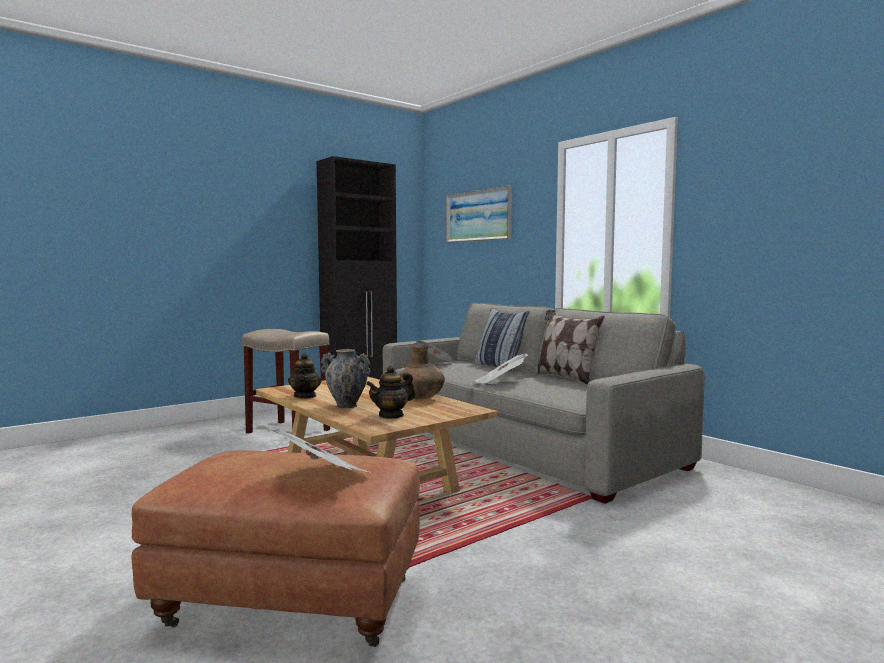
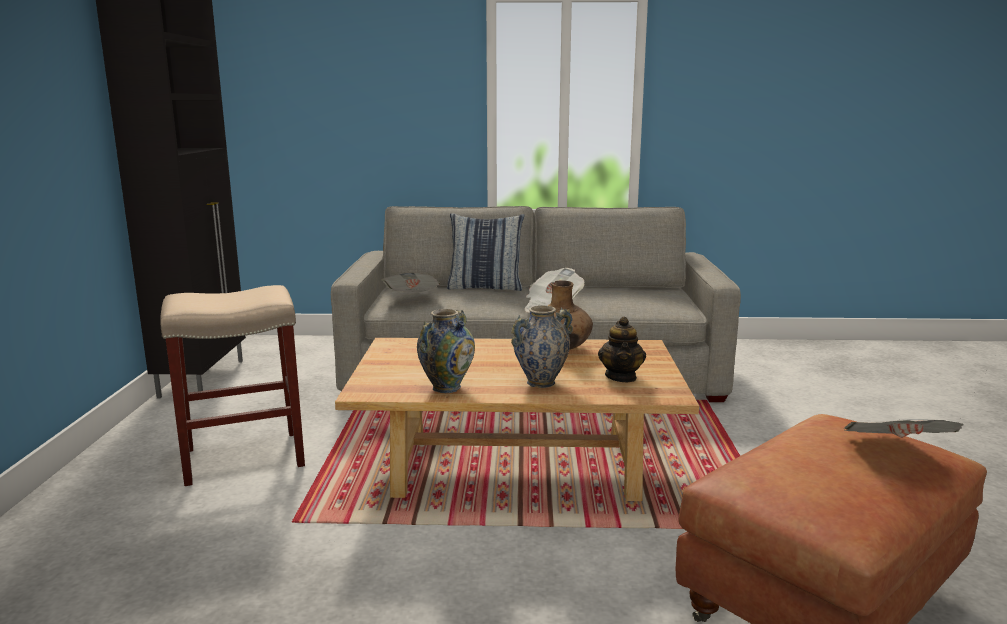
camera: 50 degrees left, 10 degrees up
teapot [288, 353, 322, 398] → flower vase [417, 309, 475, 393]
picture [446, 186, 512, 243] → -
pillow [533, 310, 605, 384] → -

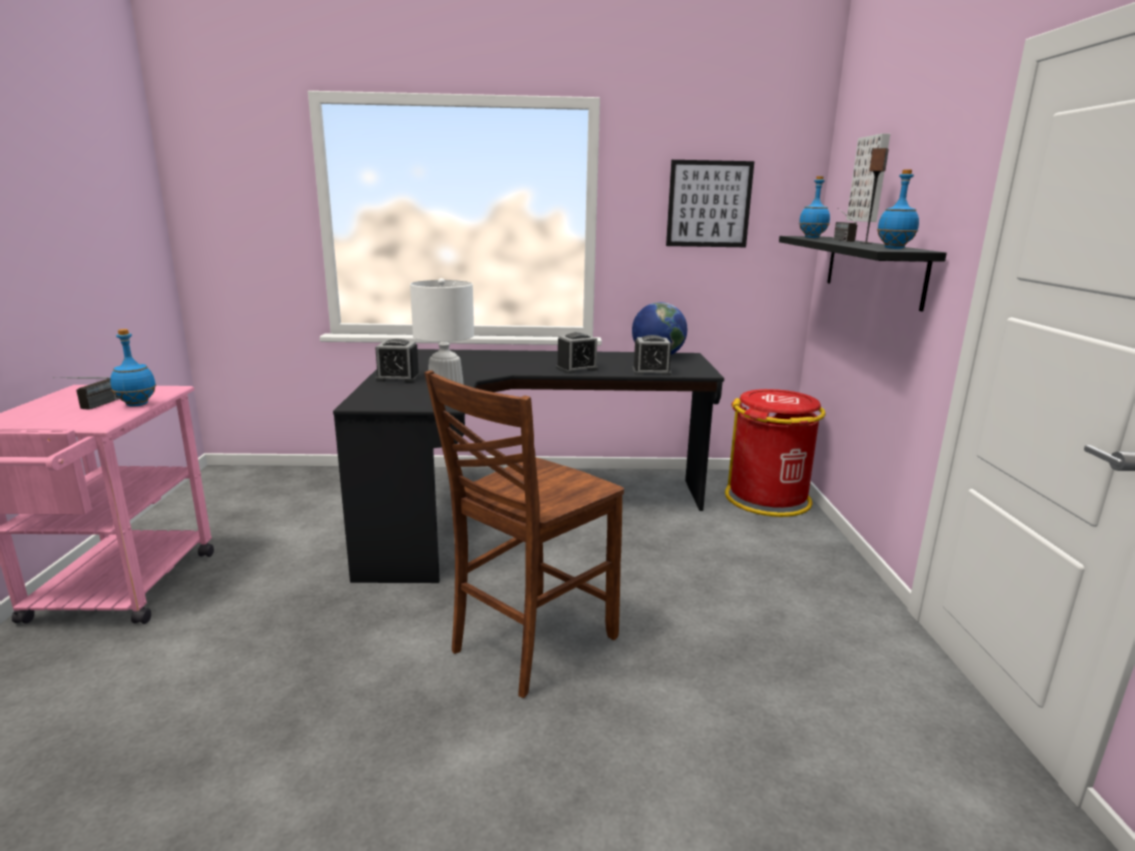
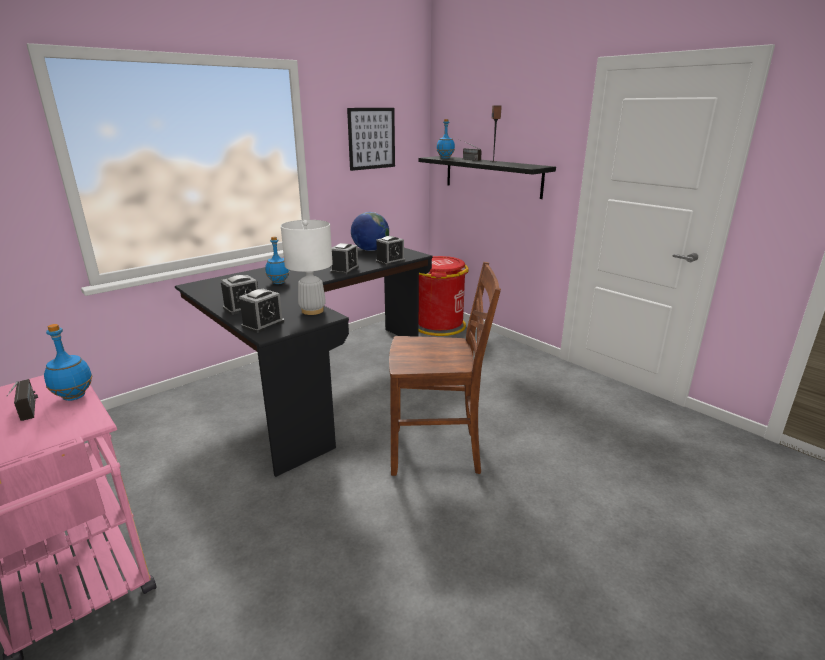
camera: 40 degrees left, 5 degrees up
- → table clock [239, 289, 284, 333]
beverage bottle (bluish) [877, 169, 919, 249] → beverage bottle (bluish) [265, 236, 290, 284], moved
plain chair (brownish) [424, 370, 624, 698] → plain chair (brownish) [389, 262, 501, 476], 90 degrees counterclockwise
picture [846, 133, 890, 222] → -

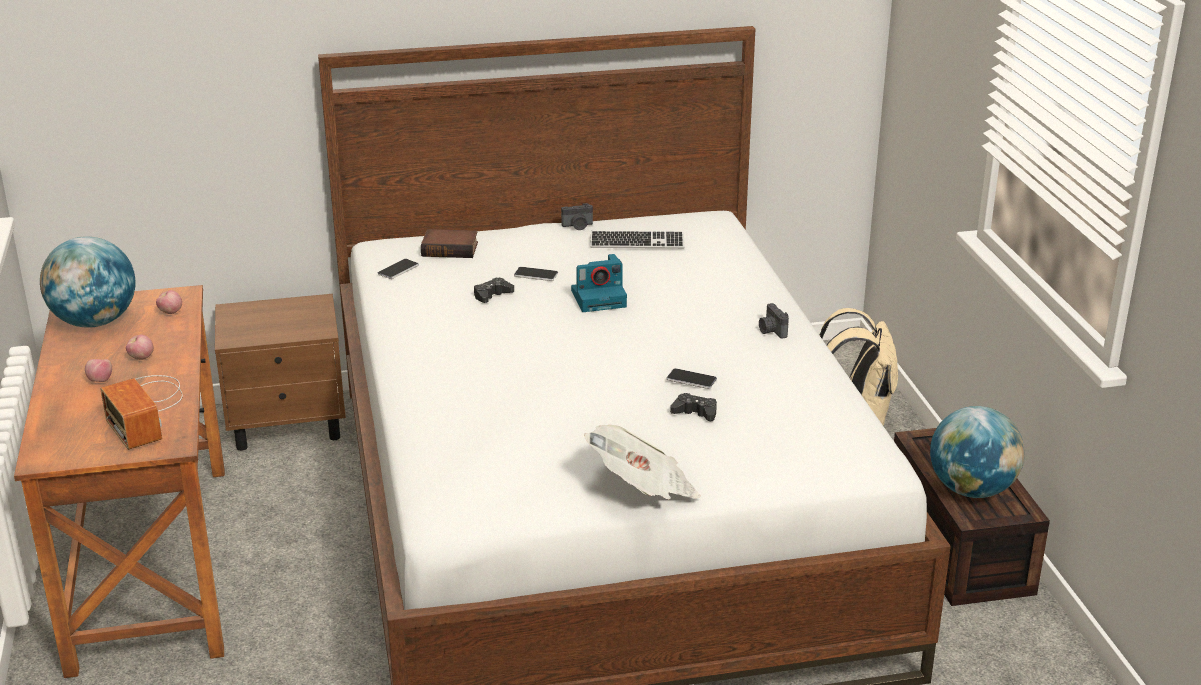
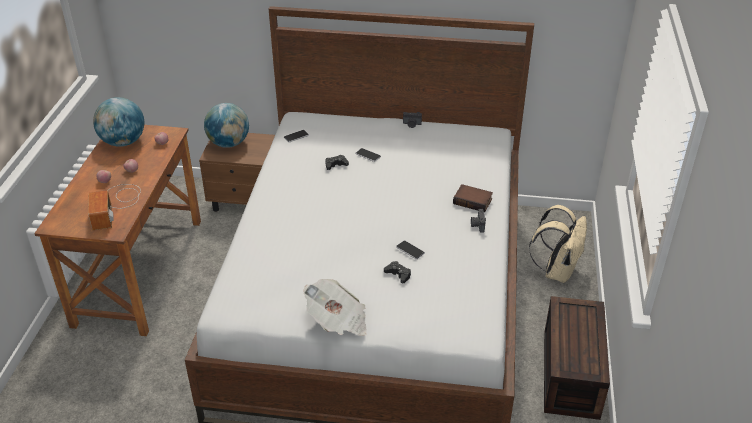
camera: 20 degrees right, 10 degrees up
globe [930, 406, 1025, 498] → globe [204, 103, 249, 148], moved
volume [421, 229, 478, 258] → volume [453, 184, 493, 212], moved
still camera [571, 254, 627, 312] → -
PC keyboard [590, 231, 684, 249] → -

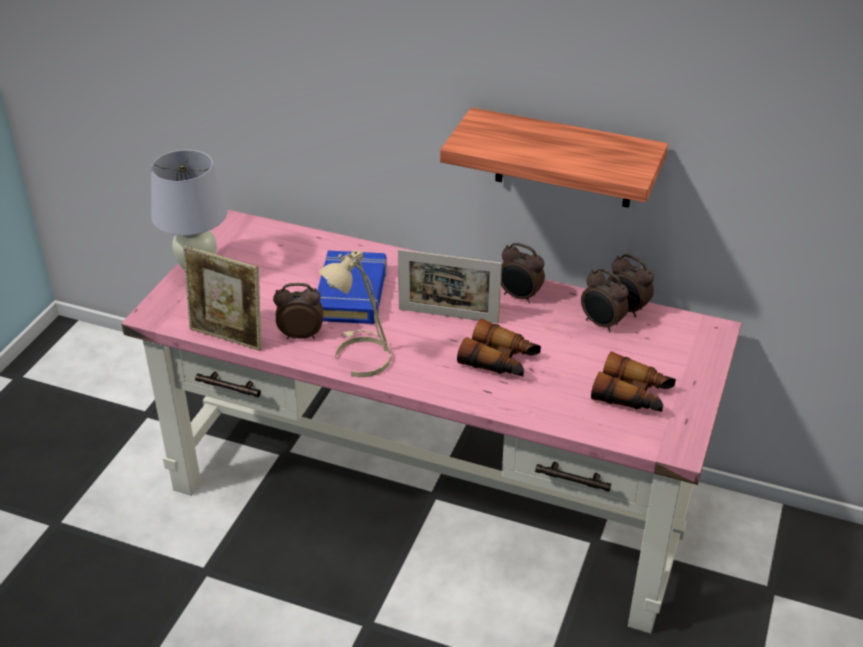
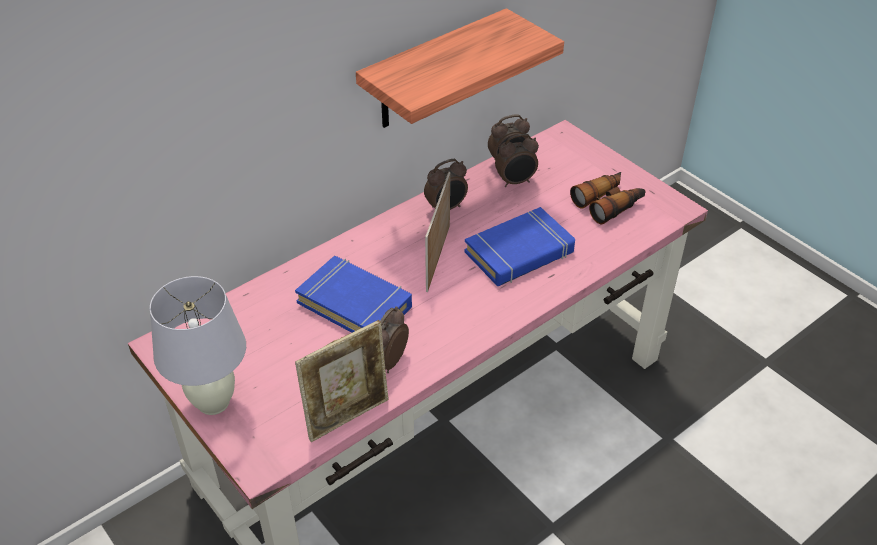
camera: 60 degrees left, 5 degrees up
picture frame [398, 249, 502, 323] → picture frame [425, 172, 450, 292], 150 degrees clockwise
binoculars [457, 319, 541, 376] → volume (bluish) [465, 207, 575, 286]
tabletop lamp (beige) [319, 250, 391, 377] → -

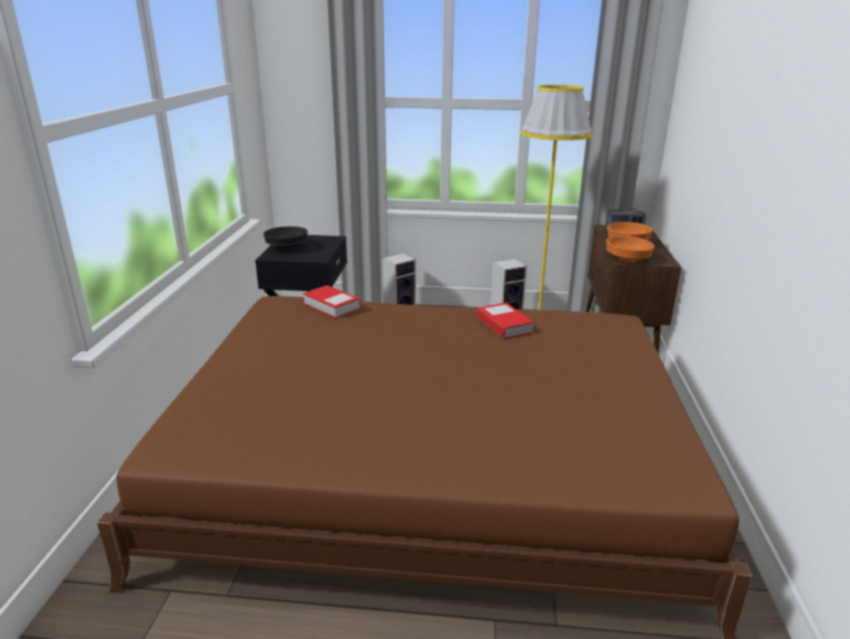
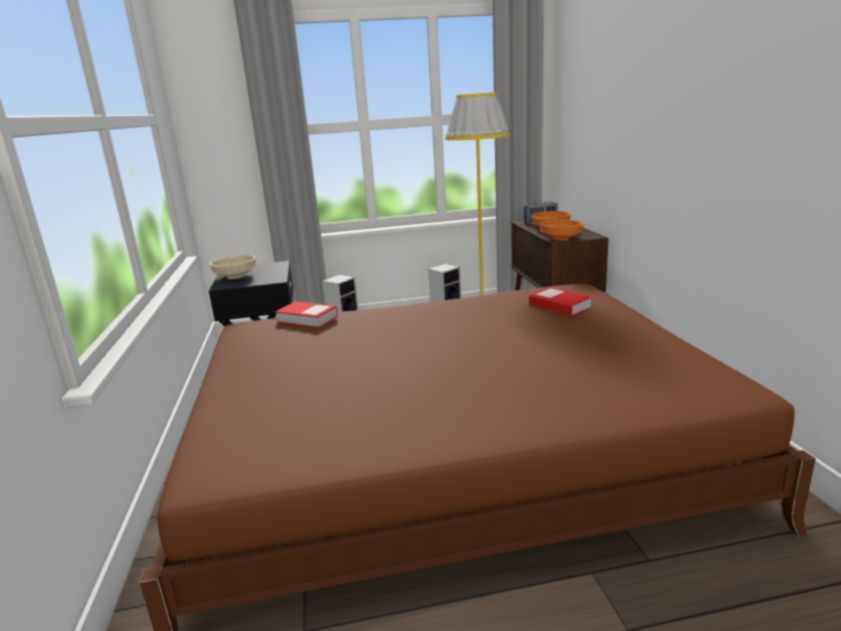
camera: 15 degrees left, 5 degrees down
bowl (blackish) [263, 226, 308, 250] → bowl (beige) [209, 255, 256, 279]
volume [477, 302, 534, 339] → volume [529, 287, 592, 316], moved

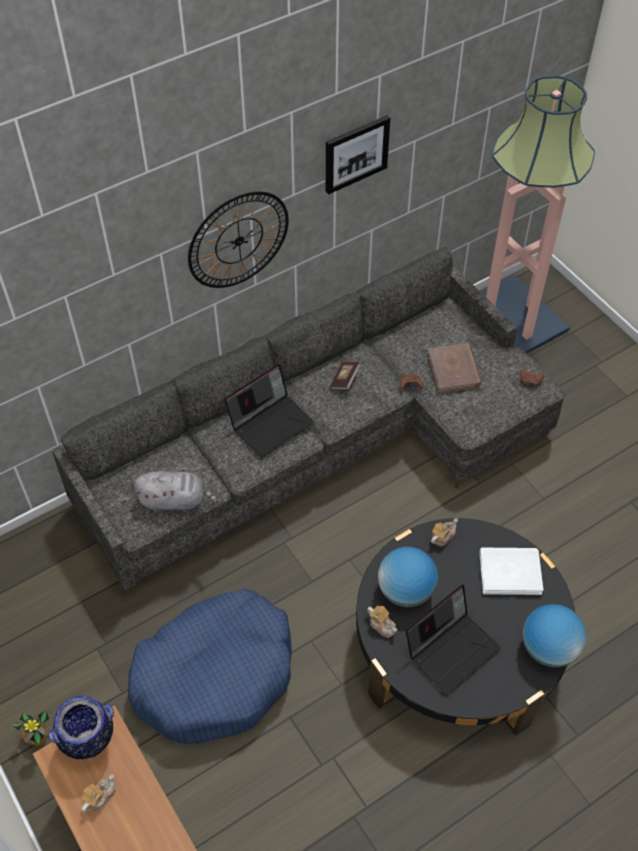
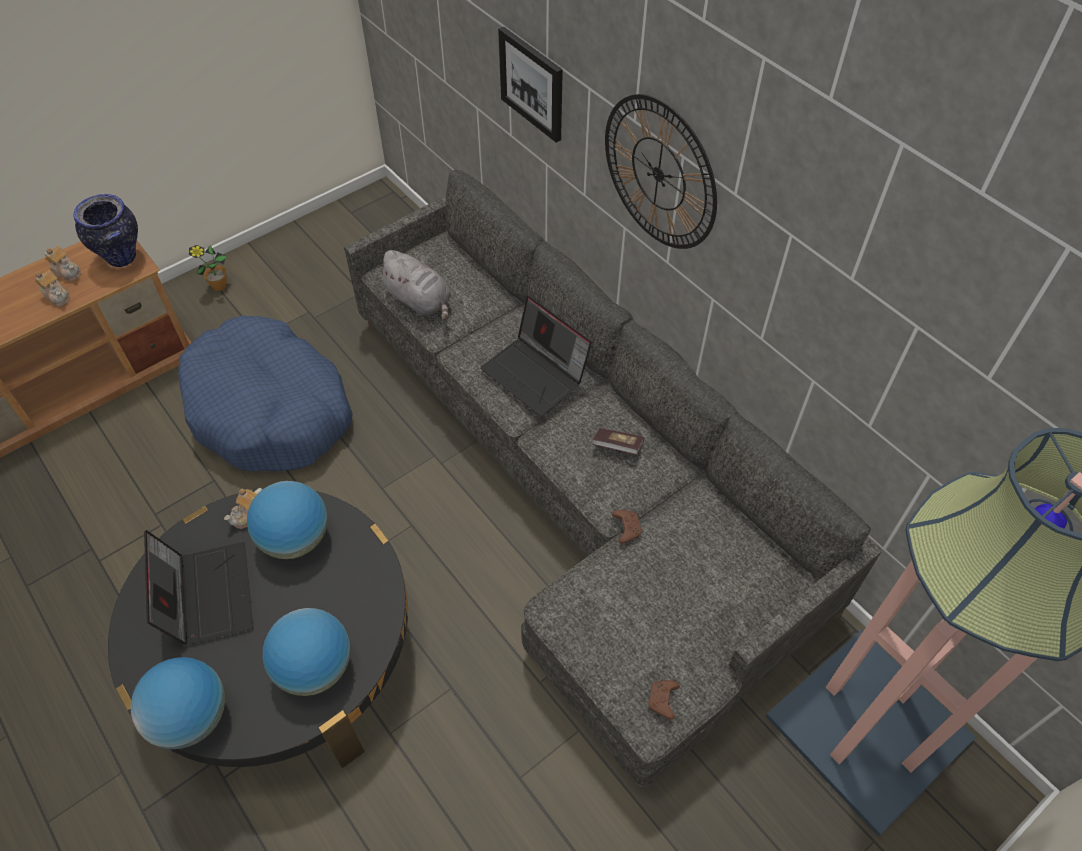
camera: 85 degrees right, 0 degrees up
teapot [431, 518, 458, 546] → teapot [35, 270, 70, 307], moved
laptop [406, 584, 501, 696] → laptop [144, 530, 253, 645], 150 degrees counterclockwise
volume (white-coloured) [479, 548, 543, 595] → globe [263, 608, 351, 696]
cuddly toy (greyish) [134, 471, 218, 512] → cuddly toy (greyish) [377, 250, 451, 320], 45 degrees counterclockwise
picture [326, 115, 390, 195] → picture [498, 27, 563, 142], moved
volume (brownish) [428, 343, 482, 393] → -

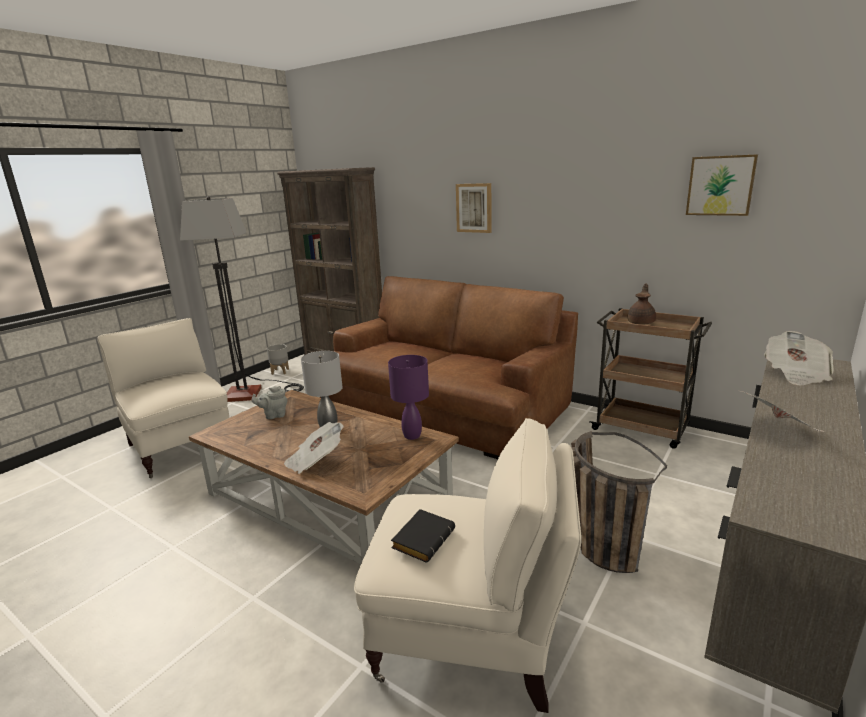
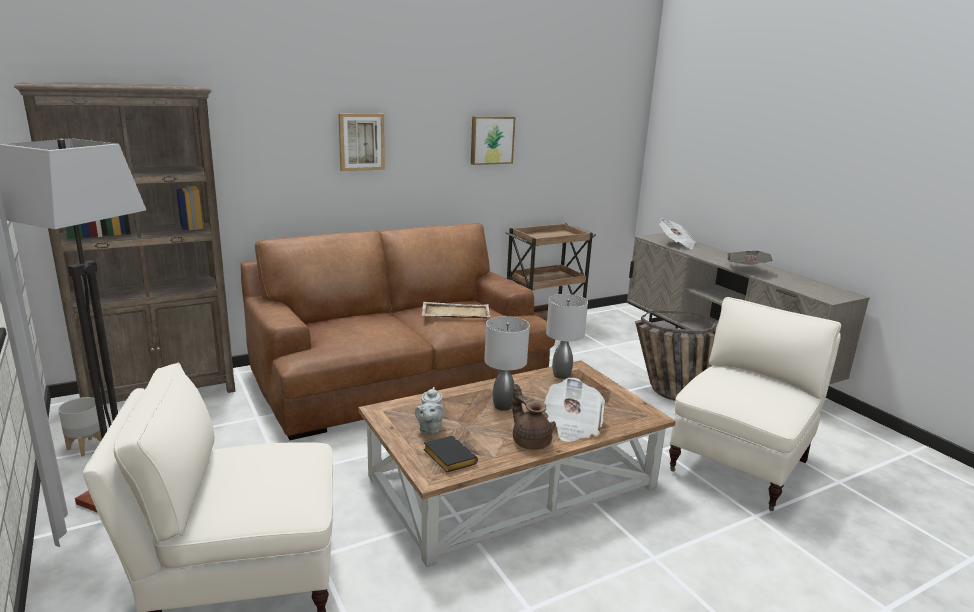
camera: 65 degrees left, 0 degrees up
- → carrying tray (beige) [422, 302, 491, 319]
volume (blackish) [391, 509, 455, 563] → volume (blackish) [423, 436, 478, 473], moved
picture [686, 154, 758, 216] → picture [471, 116, 515, 165], moved
teapot (brownish) [628, 283, 656, 325] → teapot (brownish) [512, 384, 552, 450], moved
tabletop lamp (purplish) [388, 355, 429, 440] → tabletop lamp (greyish) [546, 294, 588, 379]

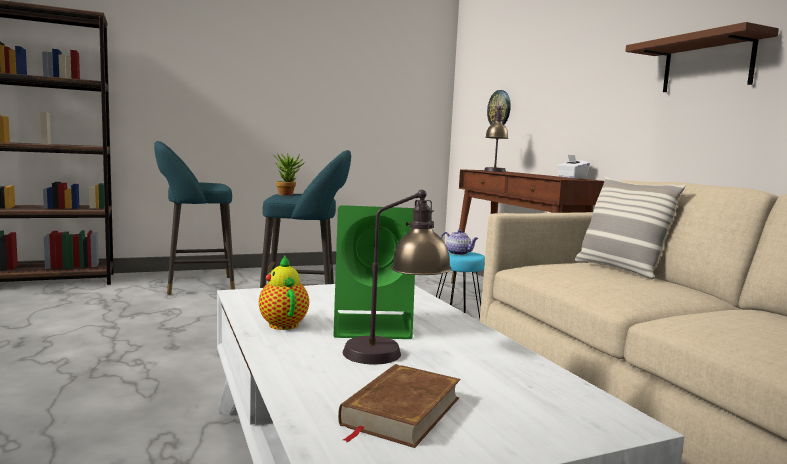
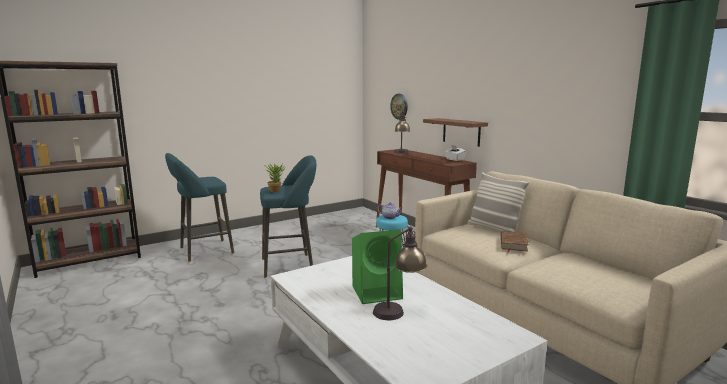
camera: 10 degrees left, 5 degrees up
bracket shelf (brownish) [625, 22, 779, 92] → bracket shelf (brownish) [423, 118, 488, 147], moved
volume (brownish) [338, 364, 460, 448] → volume (brownish) [501, 231, 529, 252], moved
teapot [259, 255, 309, 330] → -

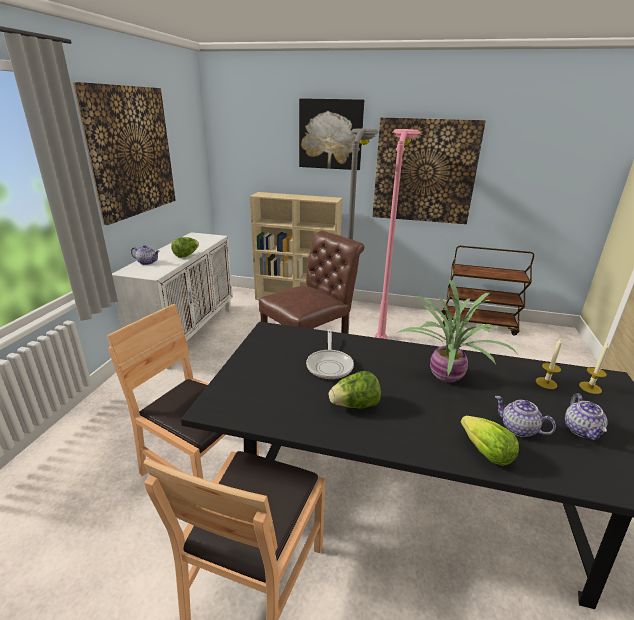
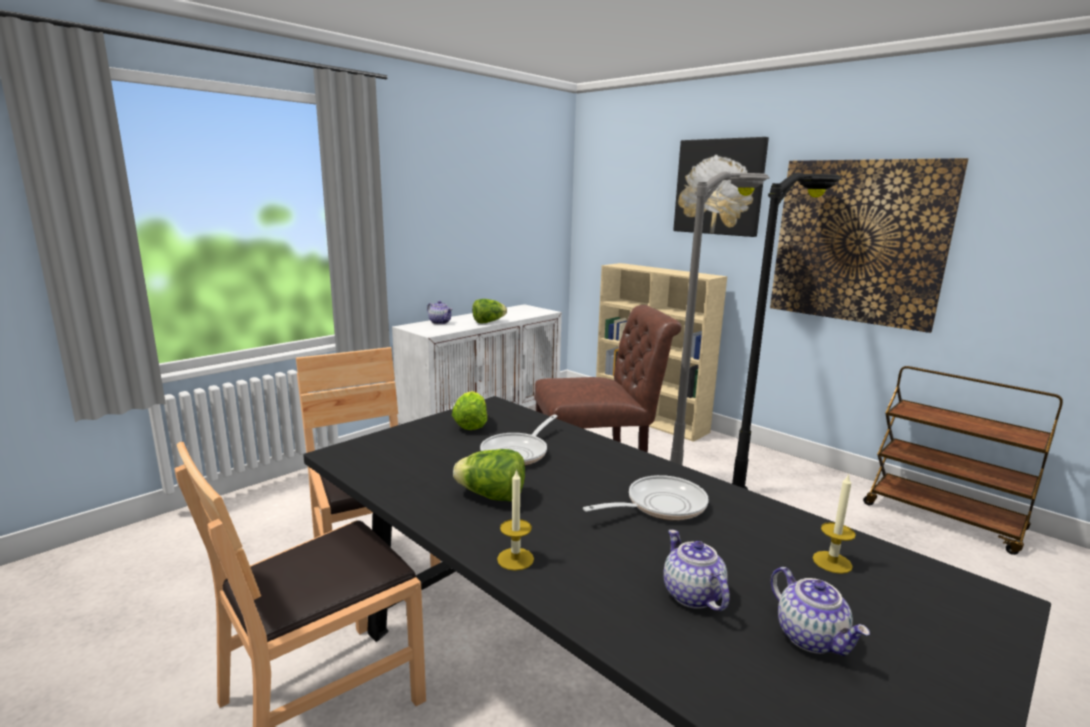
camera: 30 degrees right, 10 degrees down
lettuce [461, 416, 519, 466] → lettuce [452, 391, 487, 430], moved
candle [579, 343, 609, 394] → candle [497, 469, 534, 571], moved
potted plant [397, 280, 517, 383] → skillet [583, 475, 709, 520]
standing lamp (pink) [375, 129, 420, 339] → standing lamp (blackish) [732, 172, 843, 490]
teapot [565, 394, 608, 440] → teapot [771, 567, 870, 656], 60 degrees counterclockwise
picture [73, 82, 176, 225] → -

